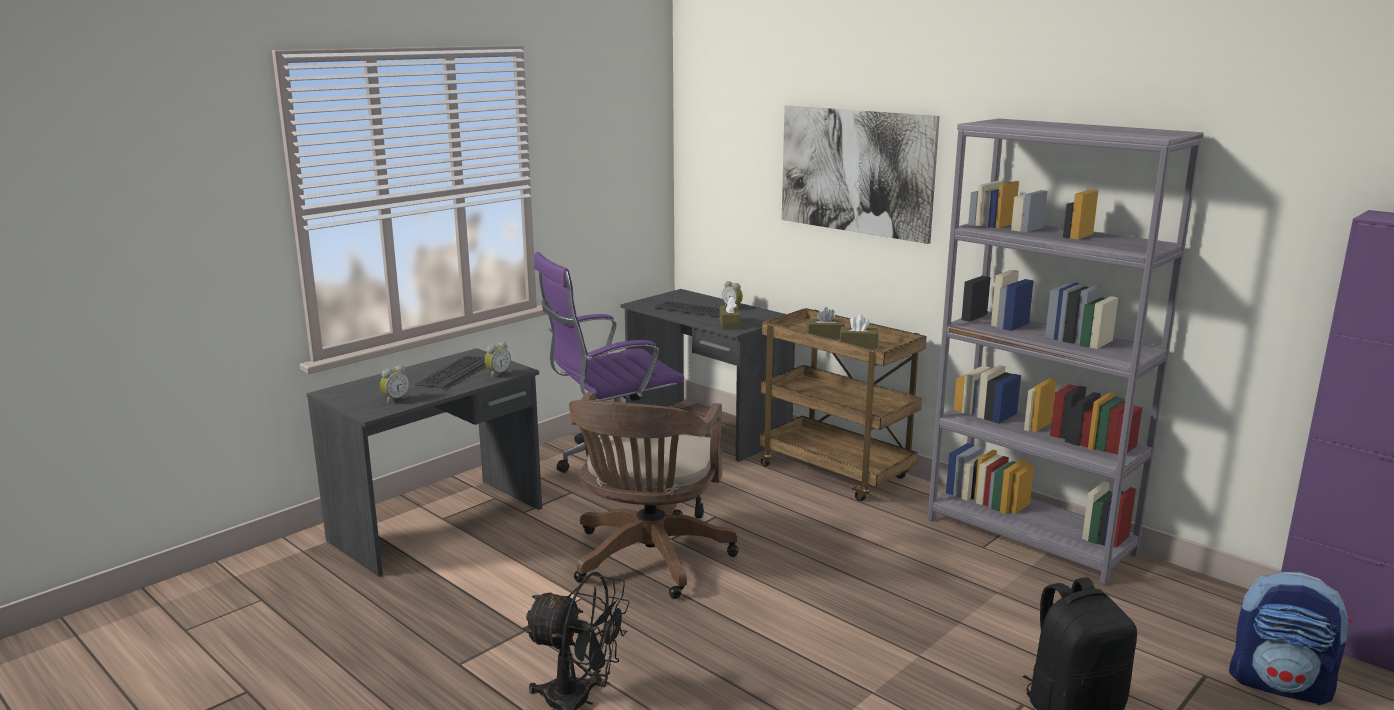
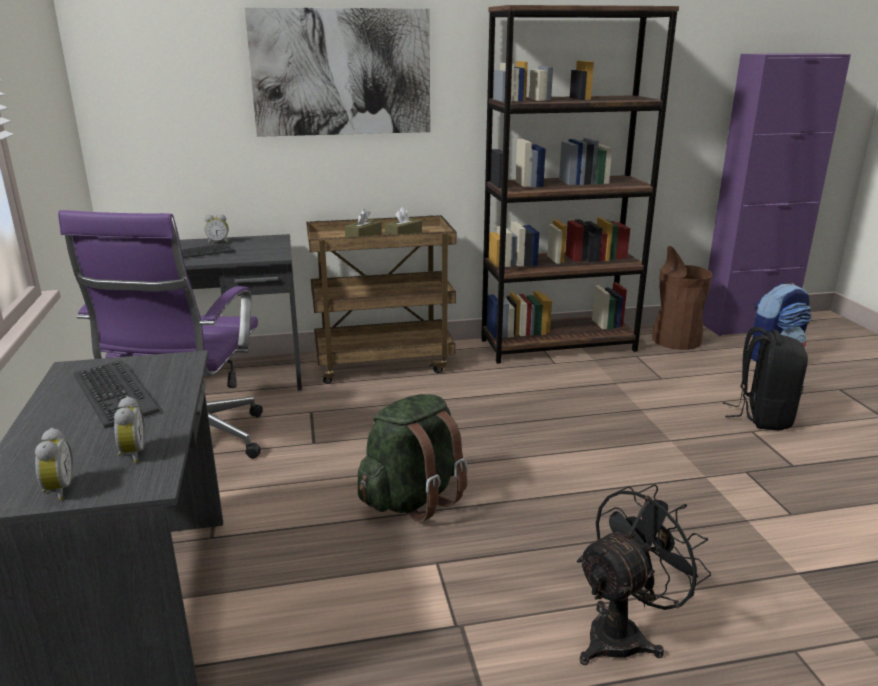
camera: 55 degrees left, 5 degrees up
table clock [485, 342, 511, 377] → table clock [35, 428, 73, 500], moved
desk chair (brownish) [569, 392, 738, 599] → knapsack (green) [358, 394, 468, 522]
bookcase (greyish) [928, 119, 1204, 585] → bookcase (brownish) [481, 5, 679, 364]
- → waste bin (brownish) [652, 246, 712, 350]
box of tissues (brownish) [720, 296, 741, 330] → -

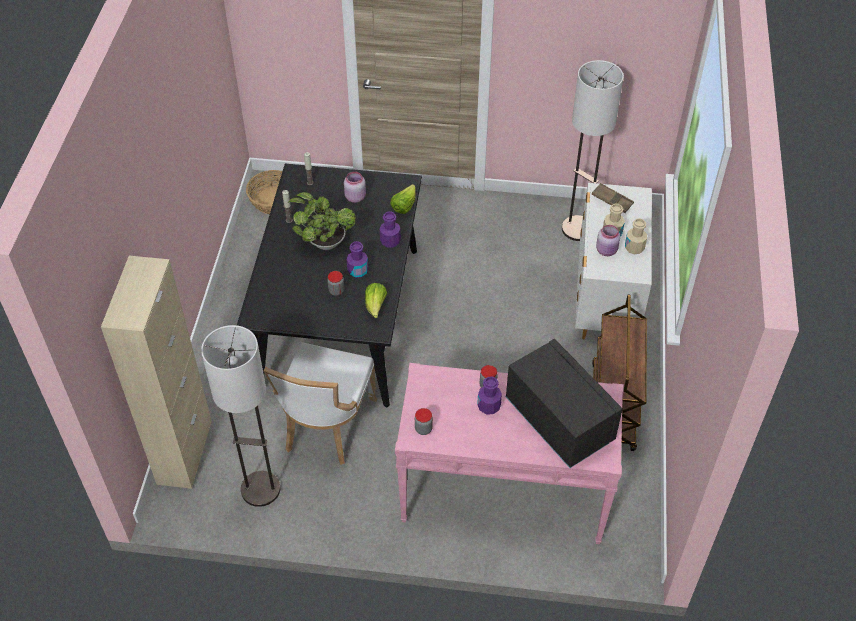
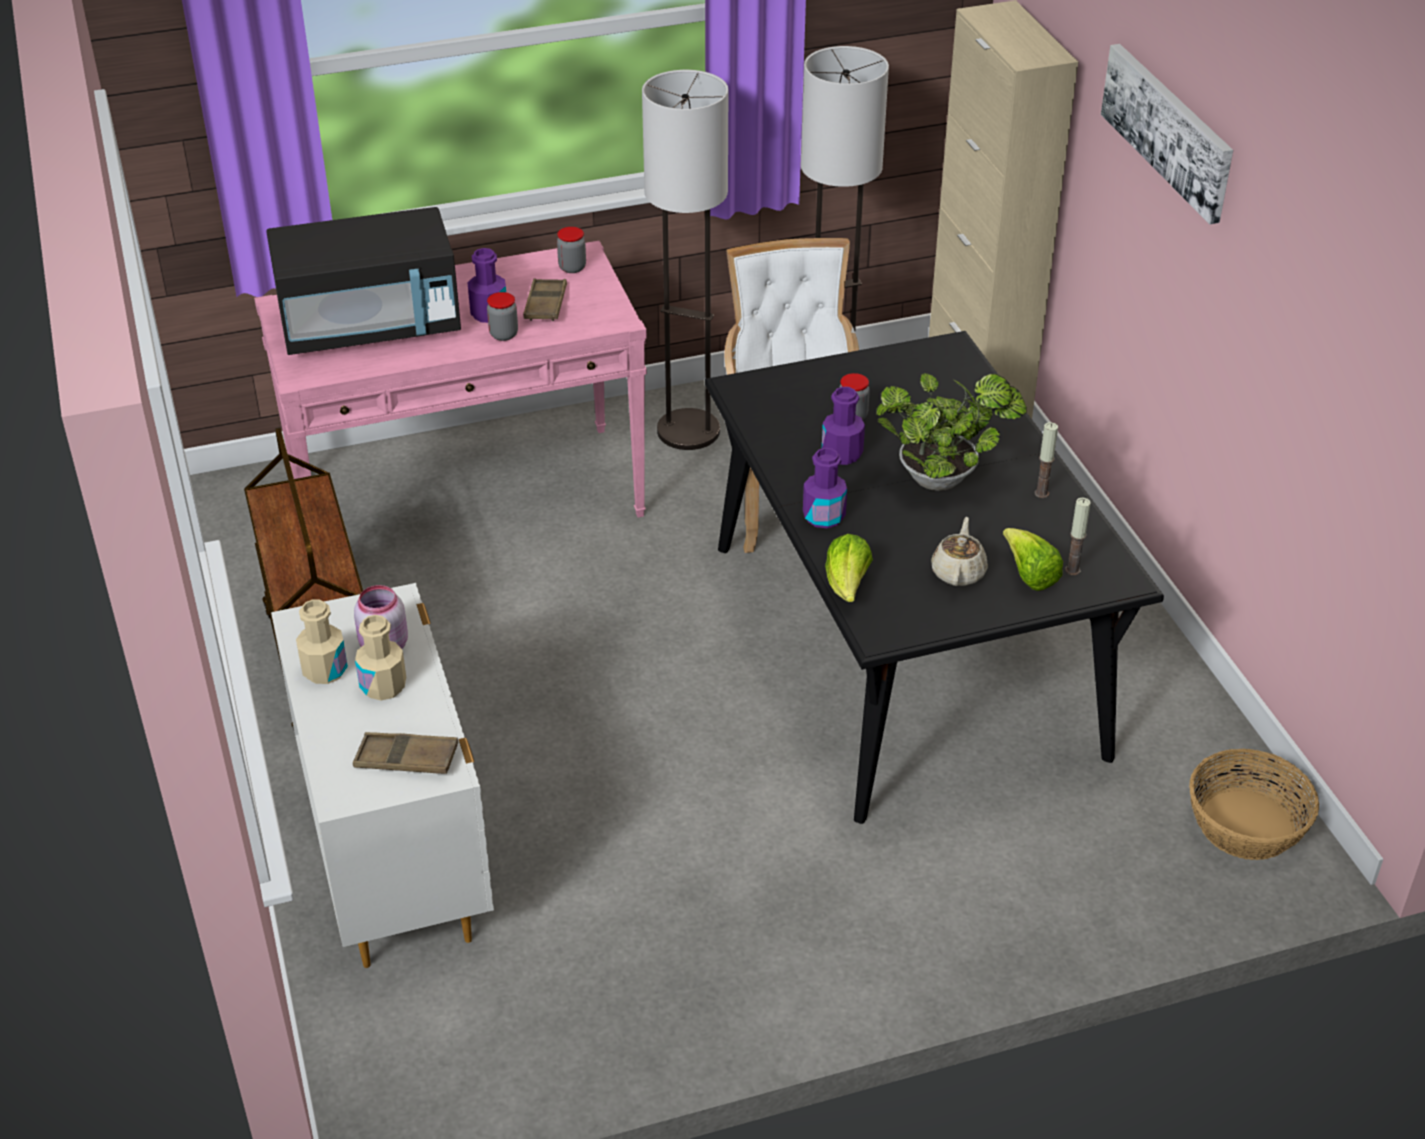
camera: 155 degrees right, 10 degrees down
microwave (blackish) [505, 339, 623, 468] → microwave (blackish) [266, 207, 461, 355], 45 degrees counterclockwise
- → carrying tray (brownish) [523, 279, 567, 321]
standing lamp [562, 60, 624, 241] → standing lamp [642, 70, 729, 450], moved
preserve jar (pink) [344, 172, 366, 203] → teapot (beige) [931, 517, 988, 586]
lettuce [365, 283, 387, 318] → lettuce [1003, 528, 1063, 591], moved
- → picture [1101, 44, 1233, 224]

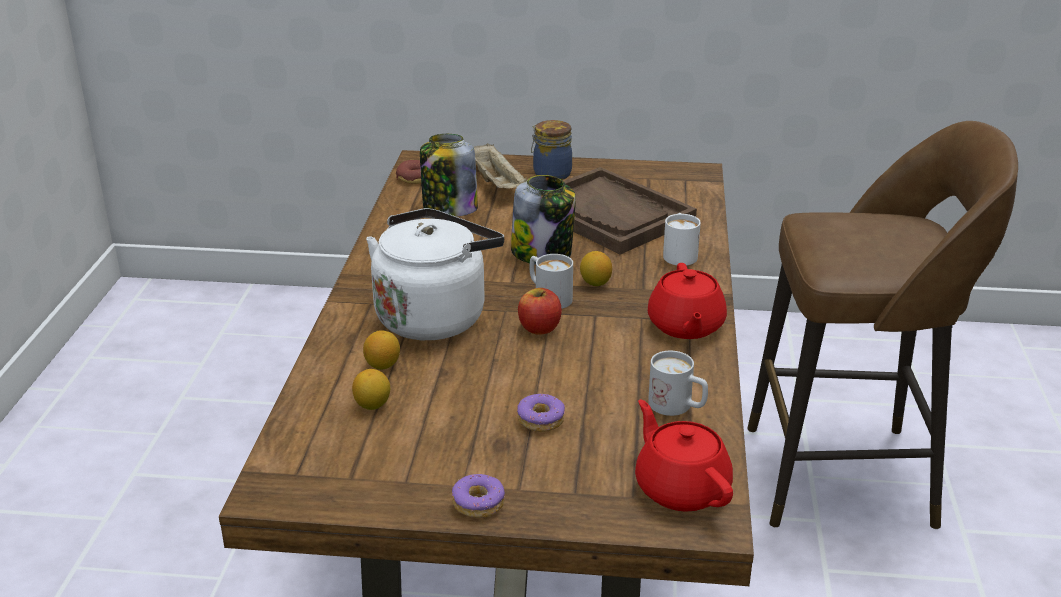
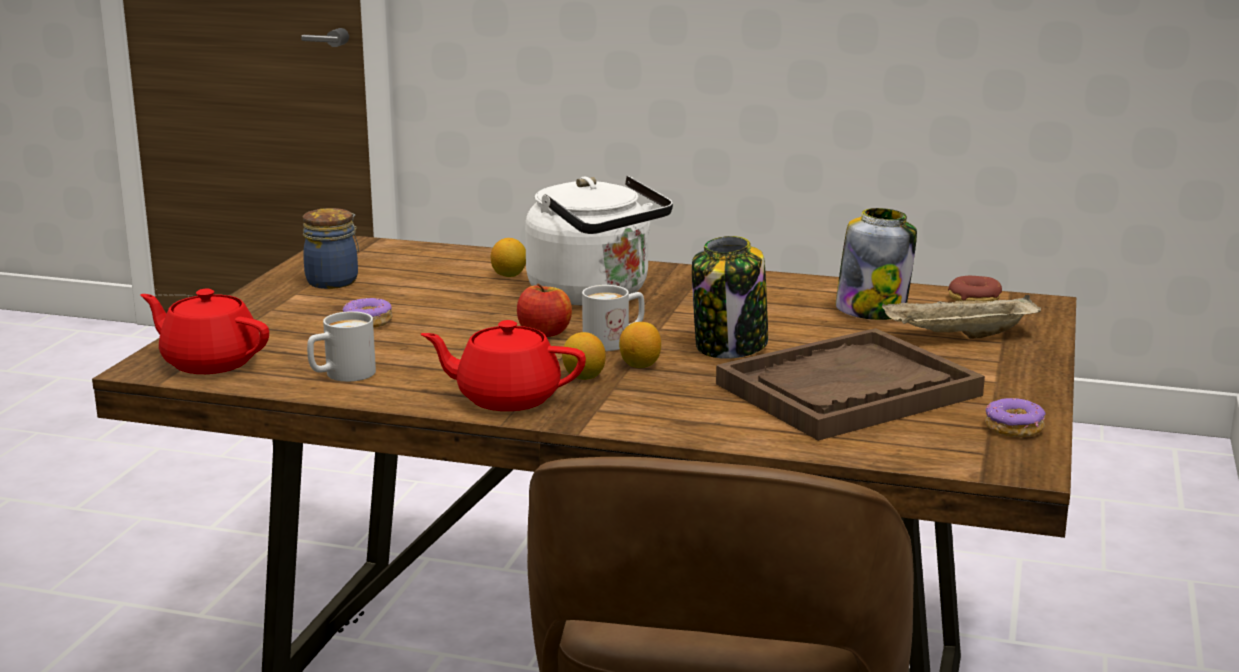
camera: 100 degrees right, 10 degrees down
teapot (red) [635, 400, 733, 512] → teapot (red) [140, 289, 269, 374], 135 degrees counterclockwise
preserve jar [531, 120, 572, 180] → preserve jar [303, 208, 359, 289], moved
citrus fruit [352, 369, 390, 410] → citrus fruit [562, 332, 606, 380], moved
doughnut [452, 474, 505, 518] → doughnut [985, 398, 1046, 437], moved
coffee mug (white-coloured) [663, 213, 701, 266] → -

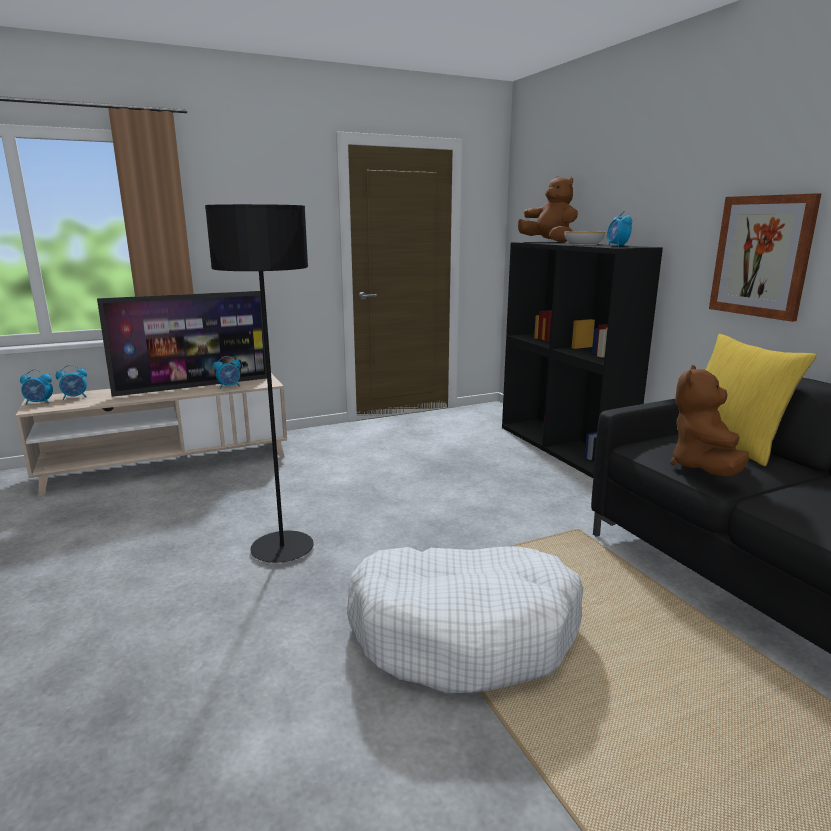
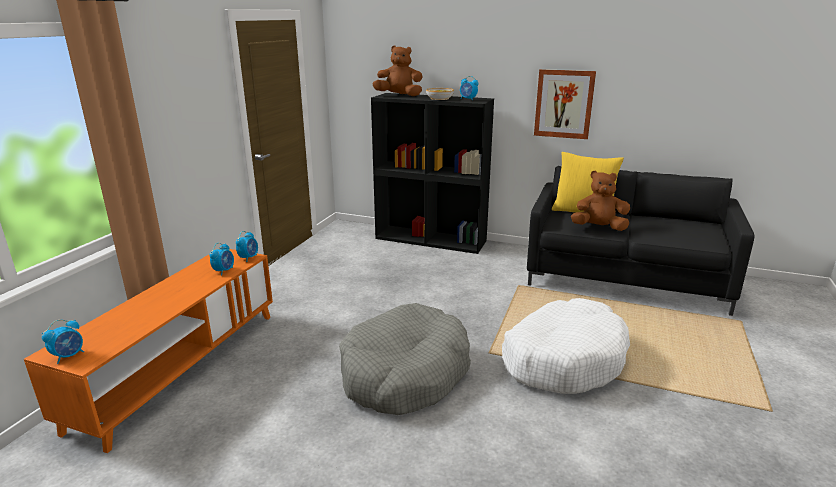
camera: 45 degrees left, 5 degrees up
tv stand (beige) [15, 373, 287, 496] → tv stand (orange) [24, 248, 273, 453]
table clock [56, 365, 87, 400] → table clock [236, 231, 258, 262], moved
standing lamp (blackish) [205, 204, 314, 563] → pet bed (greyish) [339, 303, 471, 415]
cuddly toy (brownish) [670, 365, 749, 477] → cuddly toy (brownish) [571, 170, 630, 231], 120 degrees clockwise
TV [97, 291, 267, 397] → -

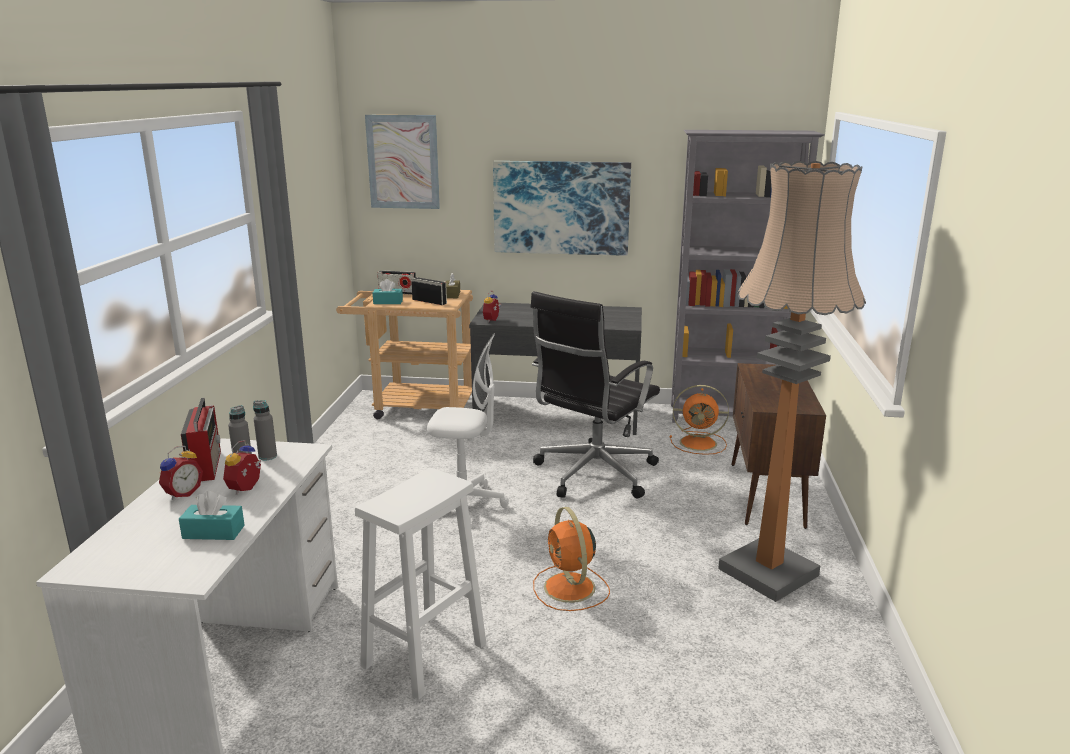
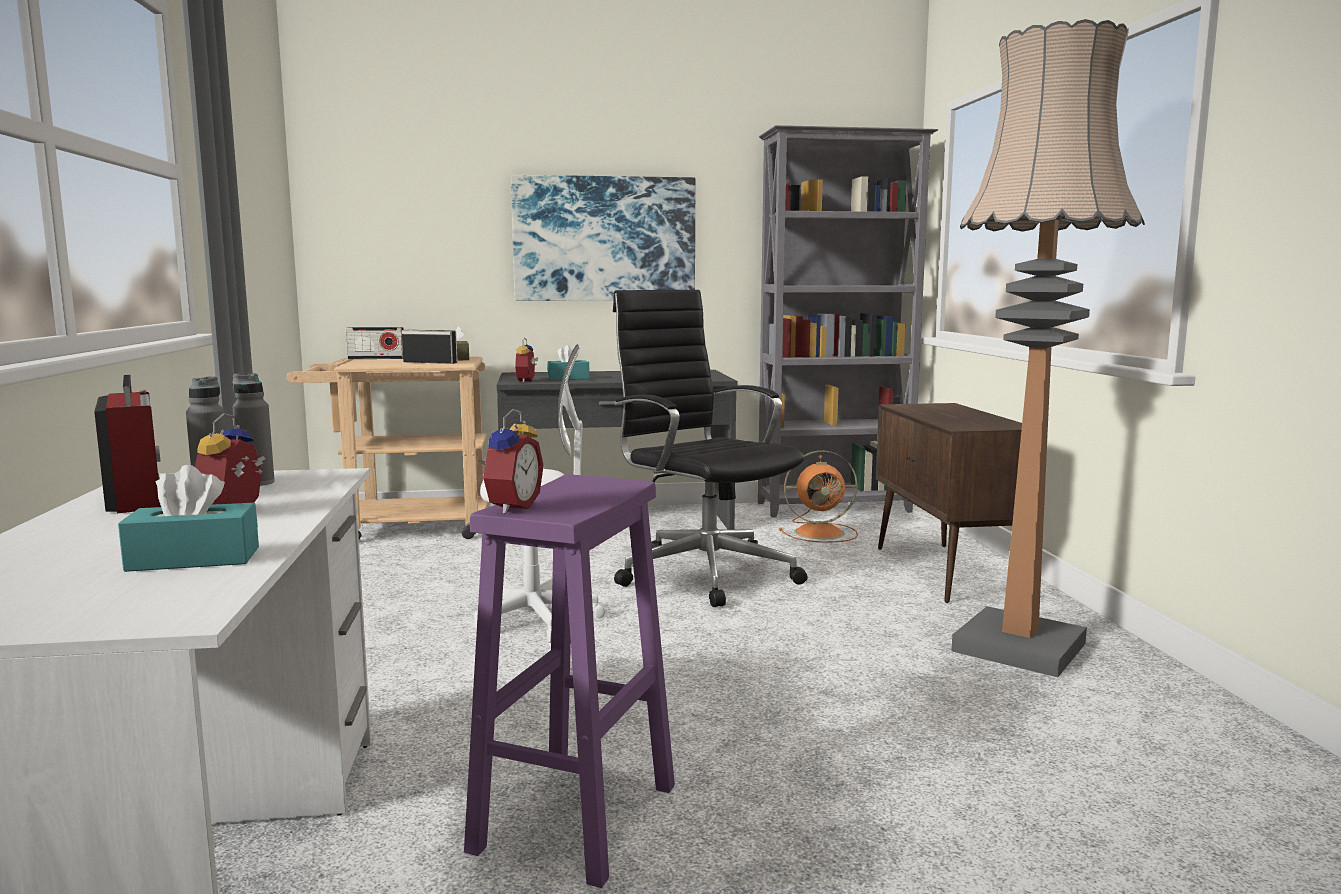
camera: 15 degrees left, 10 degrees down
sitting stool (white-coloured) [355, 468, 486, 700] → sitting stool (purplish) [464, 474, 675, 888]
table clock [159, 446, 203, 500] → table clock [479, 409, 544, 514], moved
box of tissues (blue-green) [373, 279, 403, 304] → box of tissues (blue-green) [547, 345, 589, 380], moved
desk chair (blackish) [530, 291, 660, 499] → desk chair (blackish) [613, 290, 808, 607], 120 degrees clockwise
picture [365, 115, 440, 209] → -
fan (orange) [533, 507, 610, 611] → -

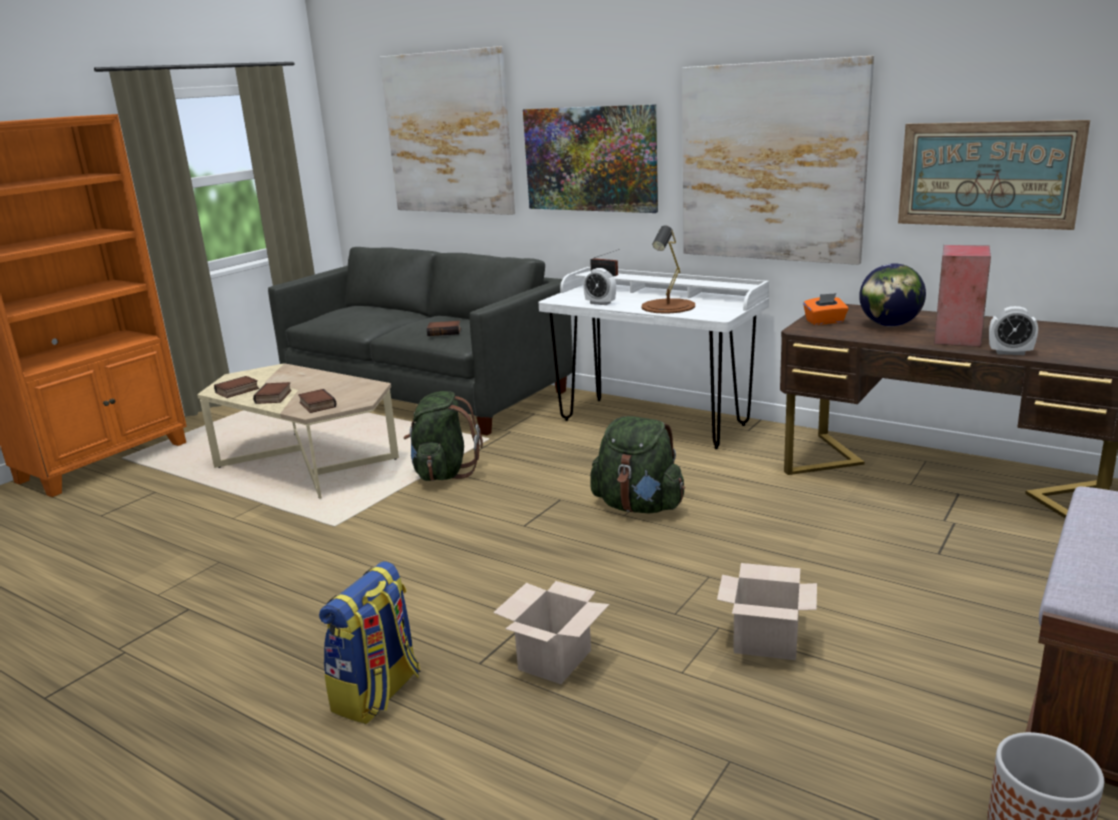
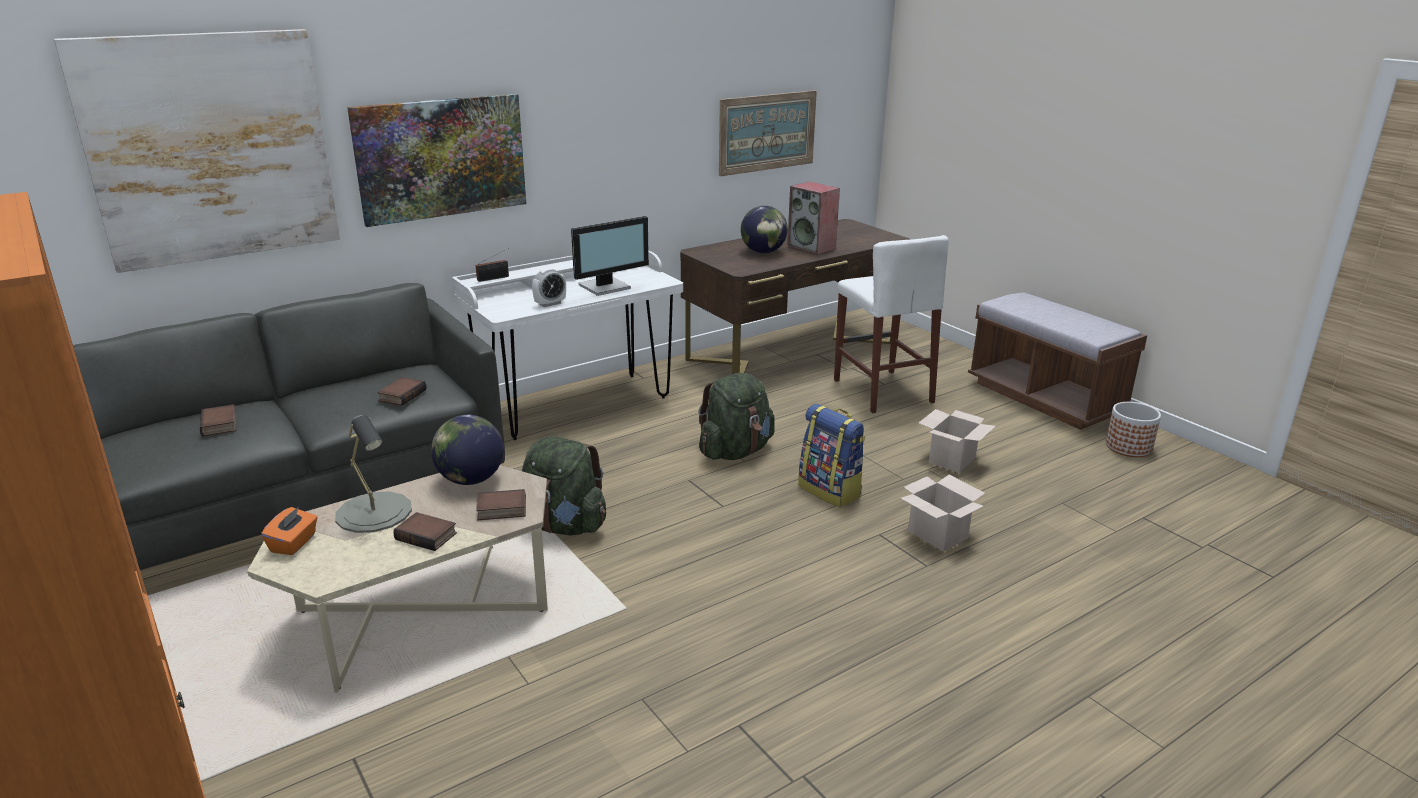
camera: 70 degrees left, 5 degrees up
volume [214, 376, 259, 398] → volume [200, 404, 236, 437], moved
box of tissues (orange) [803, 293, 849, 325] → box of tissues (orange) [261, 506, 318, 555], moved
- → tabletop lamp (greyish) [335, 415, 412, 533]
- → globe [431, 415, 504, 485]
tabletop lamp (brownish) [642, 225, 695, 314] → computer display [571, 216, 649, 296]
knapsack [319, 561, 420, 724] → knapsack [798, 404, 866, 508], moved
- → sitting stool (white-coloured) [834, 235, 949, 413]
picture [682, 56, 874, 265] → -
table clock [989, 306, 1038, 355] → -

